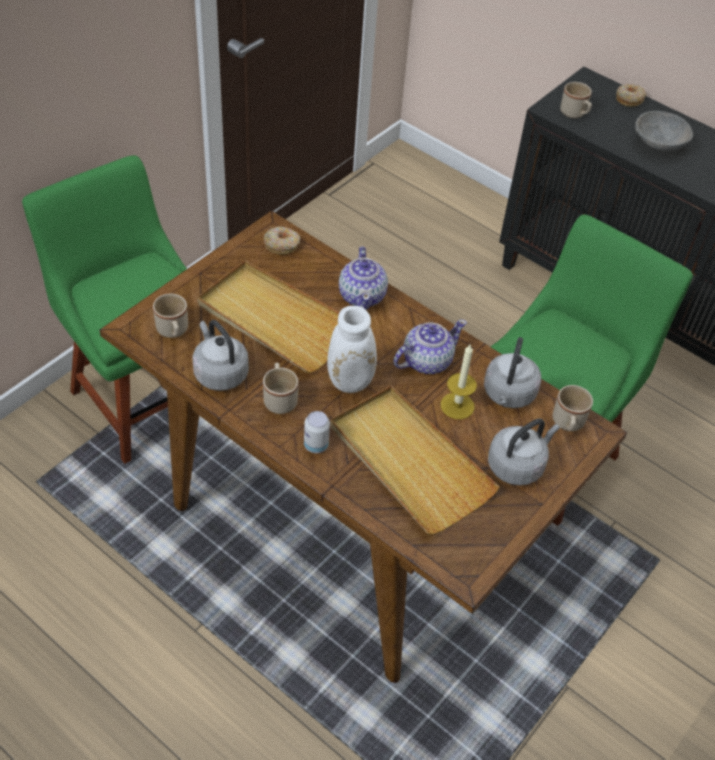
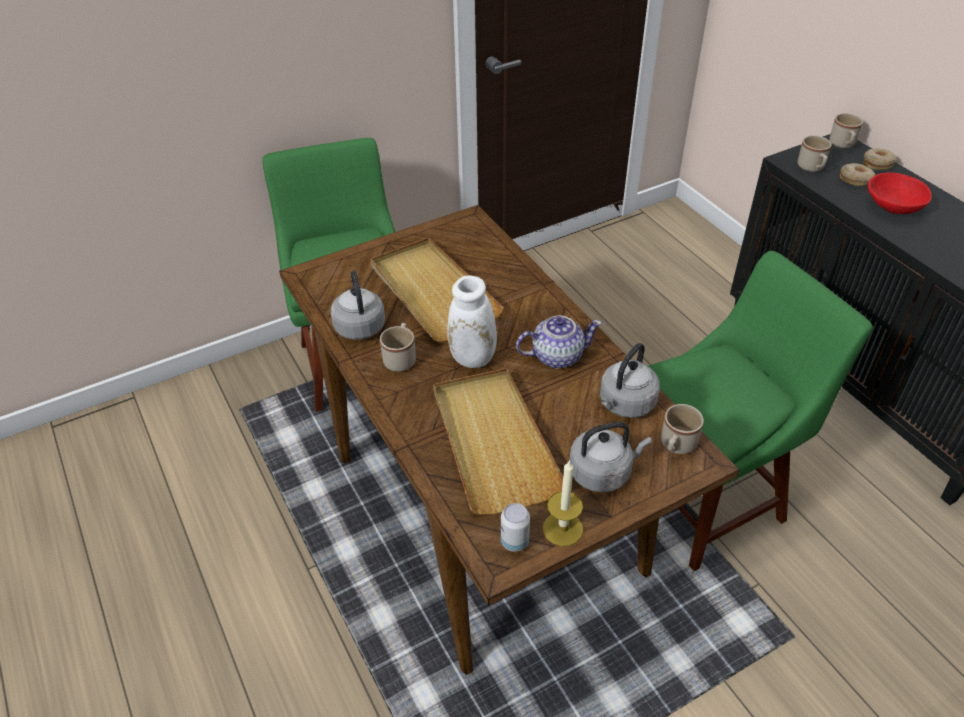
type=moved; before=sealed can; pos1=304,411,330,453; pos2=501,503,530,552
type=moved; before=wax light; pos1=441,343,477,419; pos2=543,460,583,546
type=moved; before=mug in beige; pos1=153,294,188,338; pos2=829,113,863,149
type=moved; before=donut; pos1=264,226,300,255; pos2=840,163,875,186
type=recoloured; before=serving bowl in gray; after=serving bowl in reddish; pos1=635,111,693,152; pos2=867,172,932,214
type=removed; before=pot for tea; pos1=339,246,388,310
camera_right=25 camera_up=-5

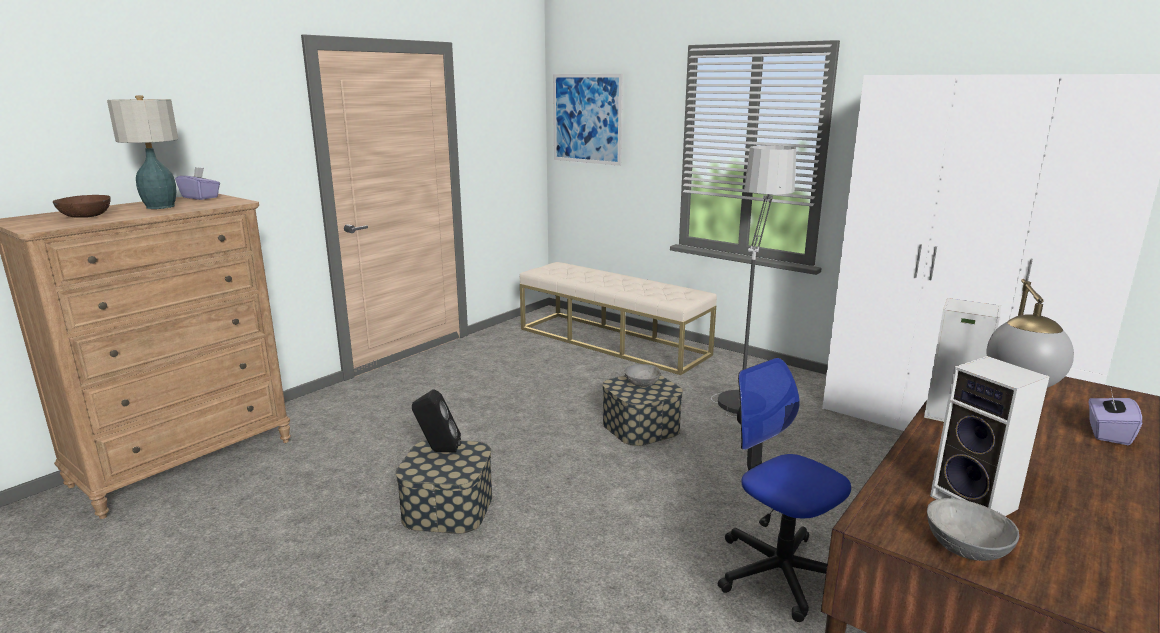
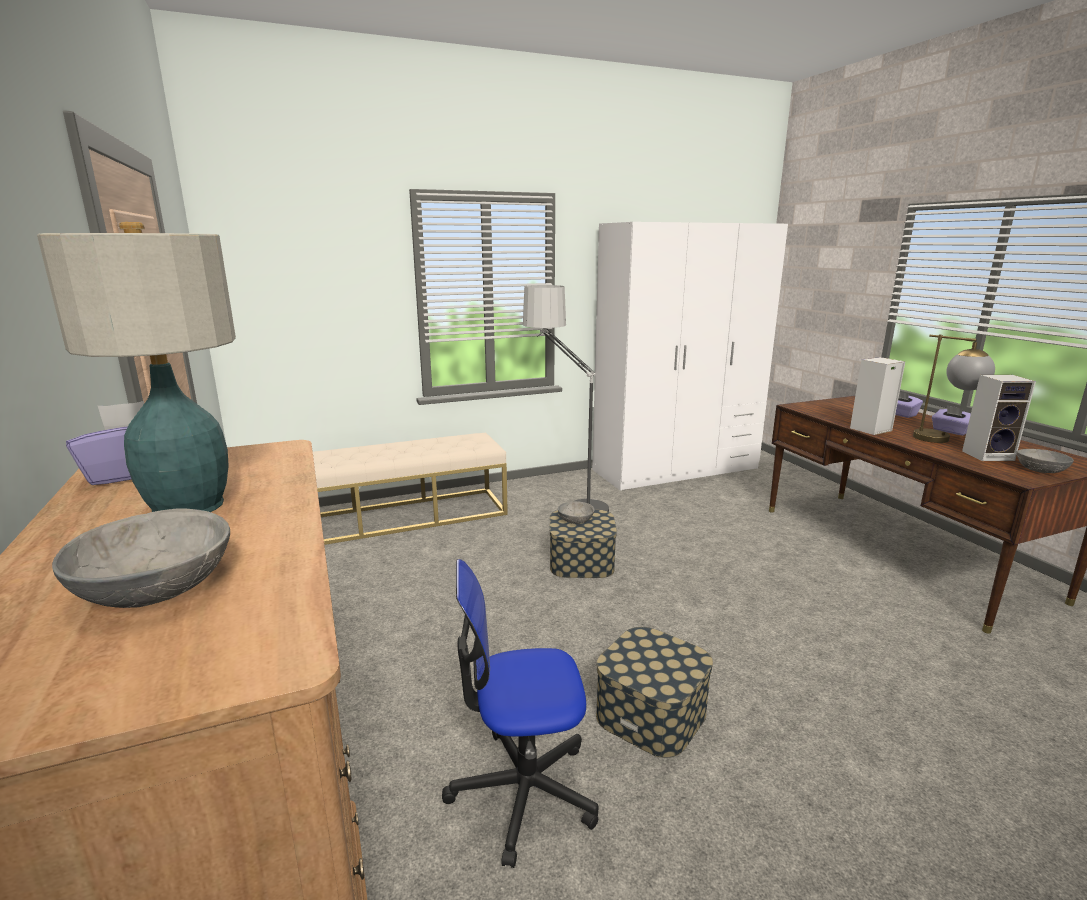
type=recoloured; before=serving bowl in brown; after=serving bowl in gray; pos1=53,195,111,218; pos2=52,509,230,608
type=moved; before=desk chair; pos1=717,358,851,622; pos2=442,559,599,868
type=added; after=tissue holder in purple-coloured; pos2=932,405,971,435
type=removed; before=loudspeaker in black-coloured; pos1=412,389,461,453
type=removed; before=wall art; pos1=553,74,623,166
camera_right=-60 camera_up=0

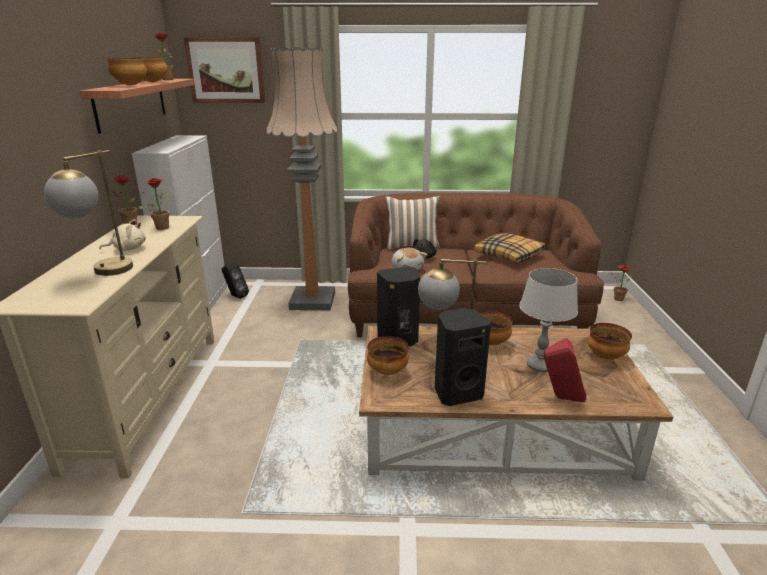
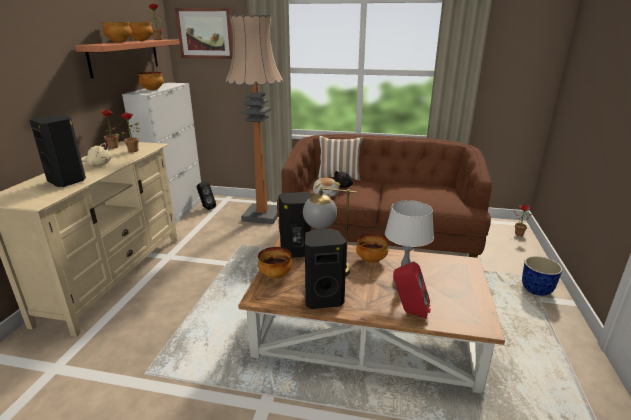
type=replaced; before=lamp for a table; after=loudspeaker in black-coloured; pos1=44,150,133,276; pos2=29,115,86,187
type=moved; before=serving bowl; pos1=587,323,632,360; pos2=138,72,164,91
type=added; after=flower pot; pos2=522,256,563,296
type=removed; before=pillow; pos1=474,233,545,263
camera_right=10 camera_up=0

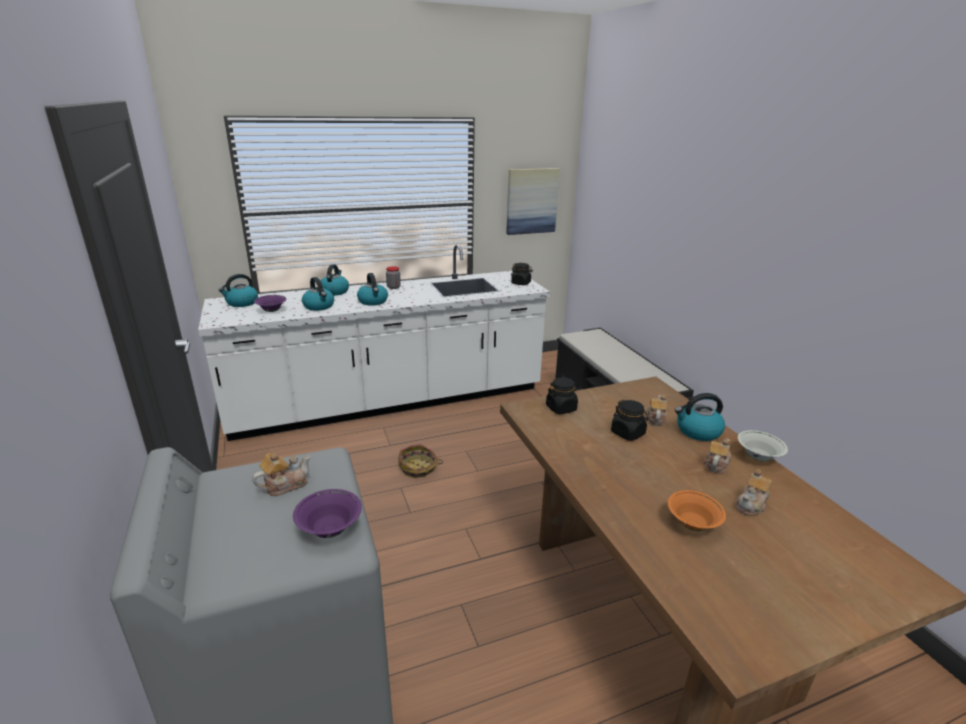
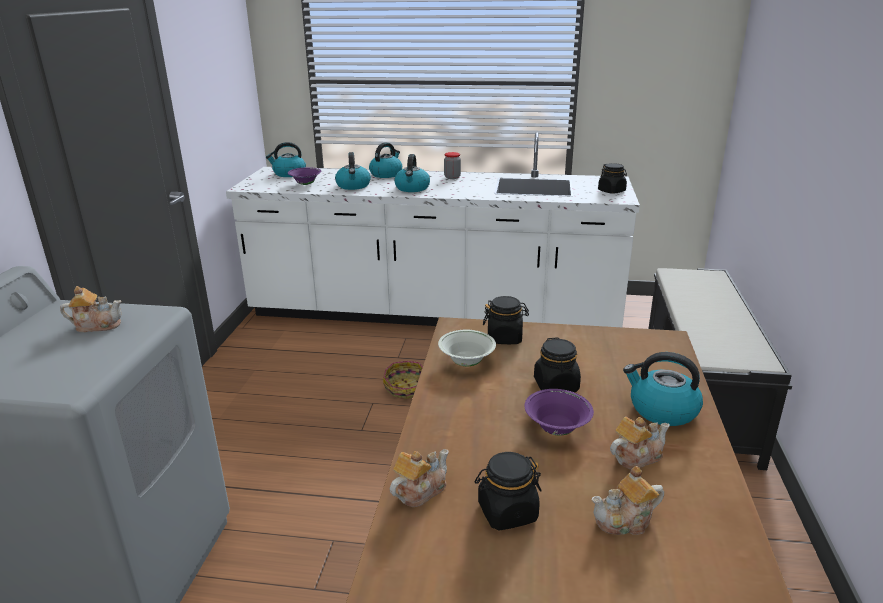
type=moved; before=pot for tea; pos1=645,395,667,426; pos2=390,449,449,507
type=moved; before=serving bowl in white; pos1=738,430,788,462; pos2=438,330,496,366
type=replaced; before=serving bowl in orangey; after=preserve jar in black-coloured; pos1=668,490,726,531; pos2=475,452,541,530
type=moved; before=serving bowl in purple-coloured; pos1=293,489,362,538; pos2=524,389,594,435
type=removed; before=wall art; pos1=506,168,560,235
camera_right=30 camera_up=0

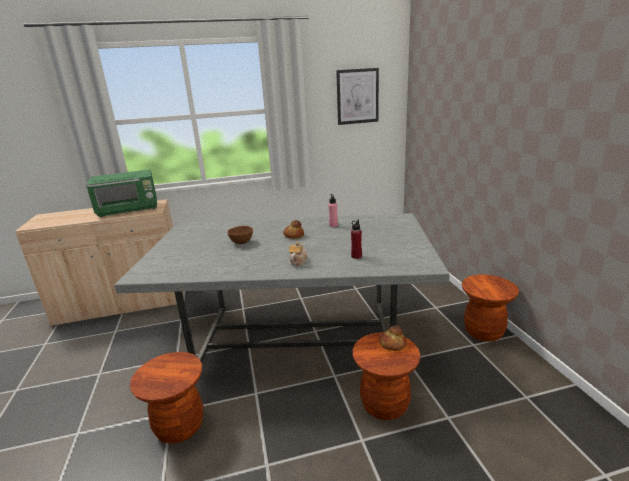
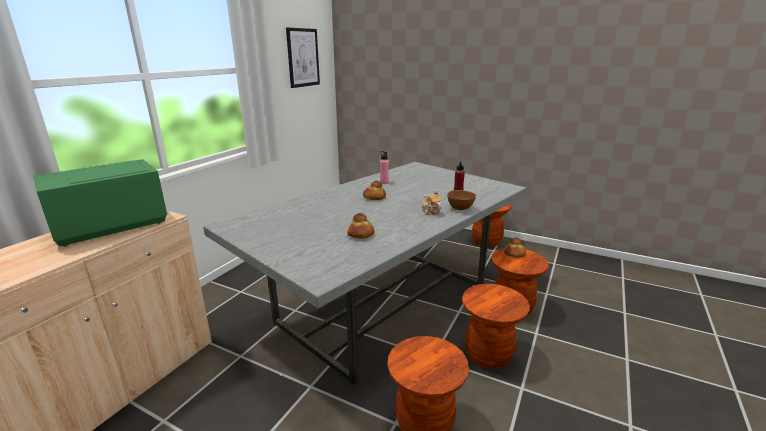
type=turned; before=kitchen microwave in green-coloured; pos1=86,169,157,217; pos2=33,159,167,247; turn=-150
type=added; after=bakery bread; pos2=347,213,374,239
type=moved; before=serving bowl in brown; pos1=227,226,253,244; pos2=447,190,476,210
type=added; after=stool seat in brown; pos2=462,284,530,369
camera_right=-50 camera_up=0

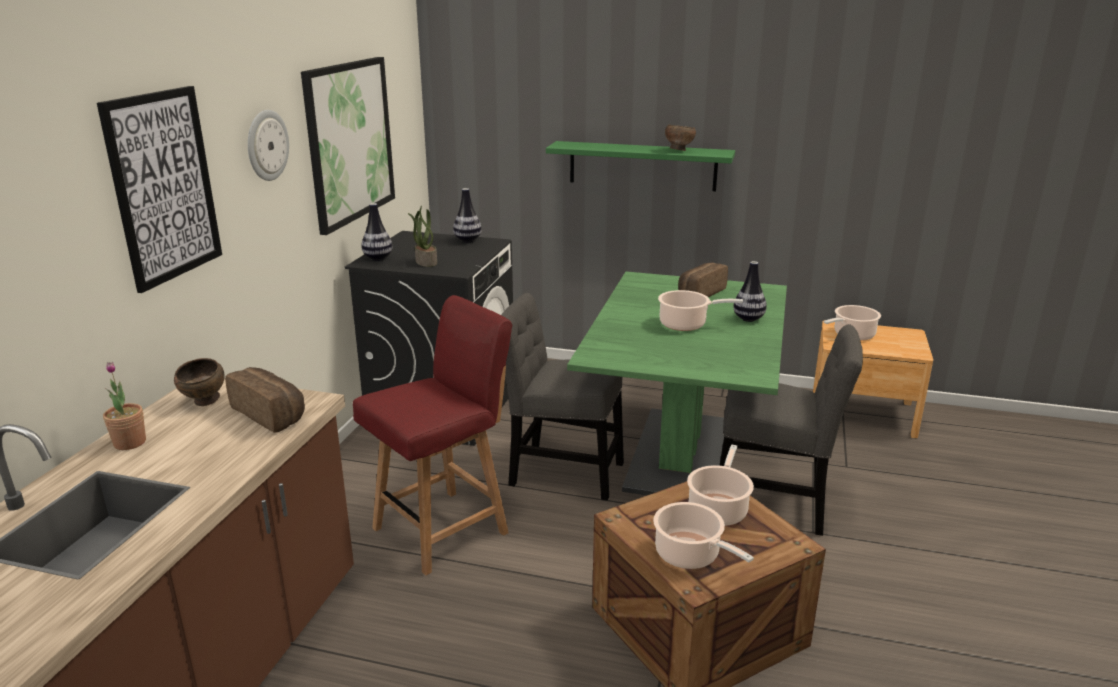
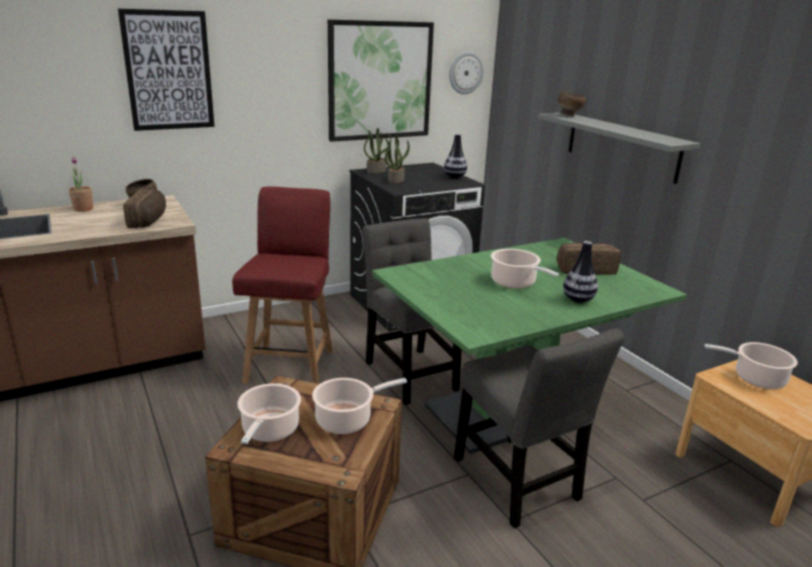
type=turned; before=upright chair in reddish; pos1=353,295,512,575; pos2=232,187,333,384; turn=-90
type=replaced; before=vase; after=plant in a pot; pos1=361,203,392,261; pos2=364,128,391,174
type=moved; before=wall clock; pos1=248,110,289,181; pos2=449,51,484,94
type=recoloured; before=wall shelf in green-coloured; after=wall shelf in gray; pos1=546,141,735,191; pos2=538,113,700,184
type=moved; before=serving bowl in brown; pos1=665,125,696,151; pos2=558,91,586,117
camera_right=45 camera_up=0

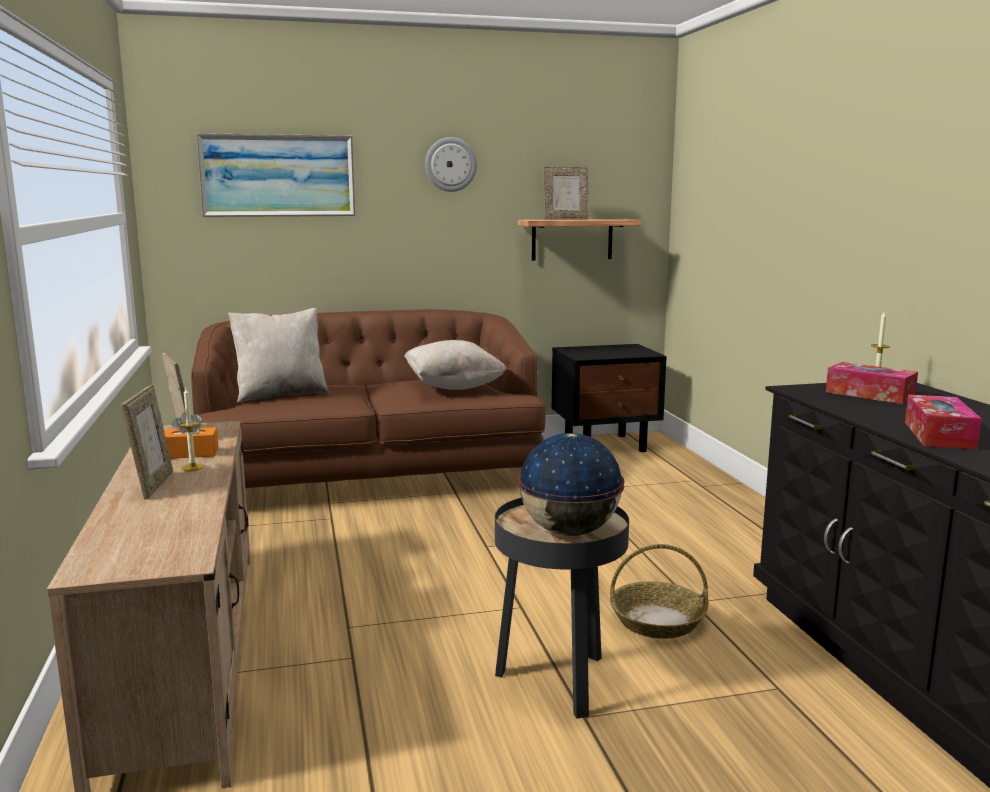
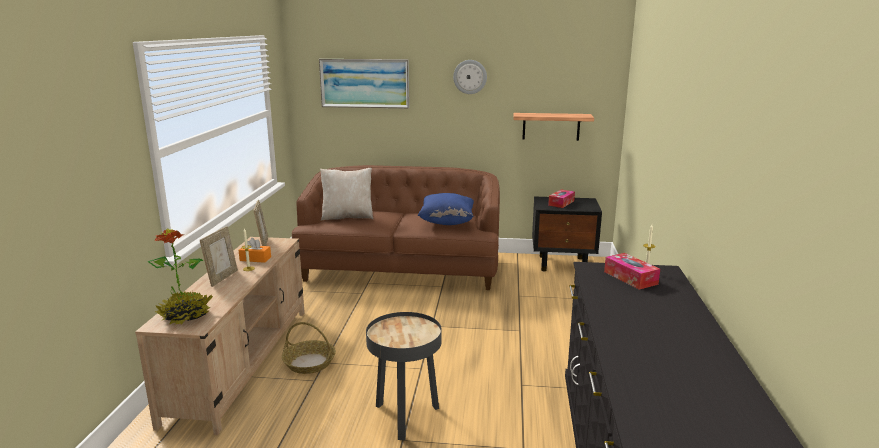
type=added; after=plant in a pot; pos2=148,229,213,325
type=moved; before=household basket; pos1=610,544,708,638; pos2=282,322,336,374
type=recoloured; before=pillow in beige; after=pillow in blue; pos1=404,340,507,390; pos2=418,193,474,225
type=moved; before=tissue holder; pos1=905,394,982,450; pos2=548,190,575,208
type=removed; before=globe; pos1=517,433,625,536
type=removed; before=picture frame; pos1=543,166,588,220
camera_right=20 camera_up=5

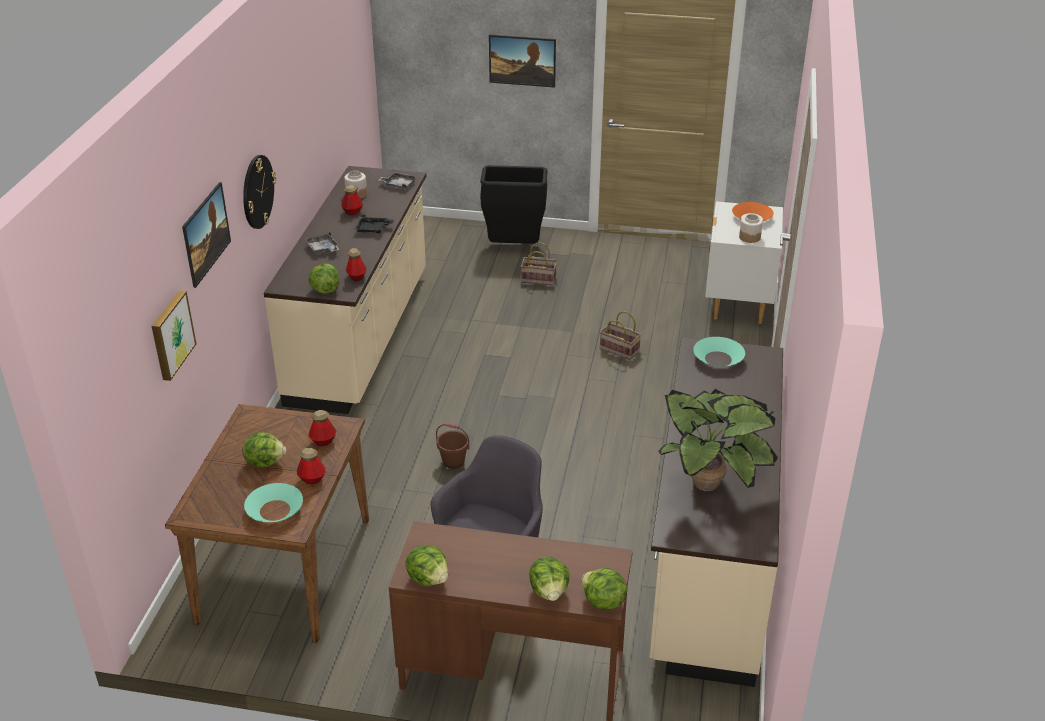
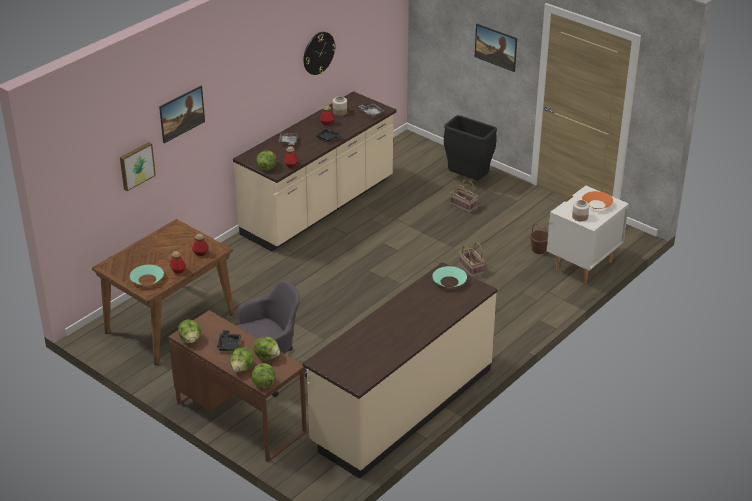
type=added; after=carrying tray in black-coloured; pos2=217,330,241,352
type=moved; before=lettuce; pos1=243,432,286,467; pos2=253,337,280,360
type=moved; before=wall clock; pos1=243,155,276,229; pos2=304,32,336,75
type=moved; before=bucket in brown; pos1=436,424,469,469; pos2=530,224,548,254
type=removed; before=plant in a pot; pos1=658,389,778,491
camera_right=30 camera_up=0

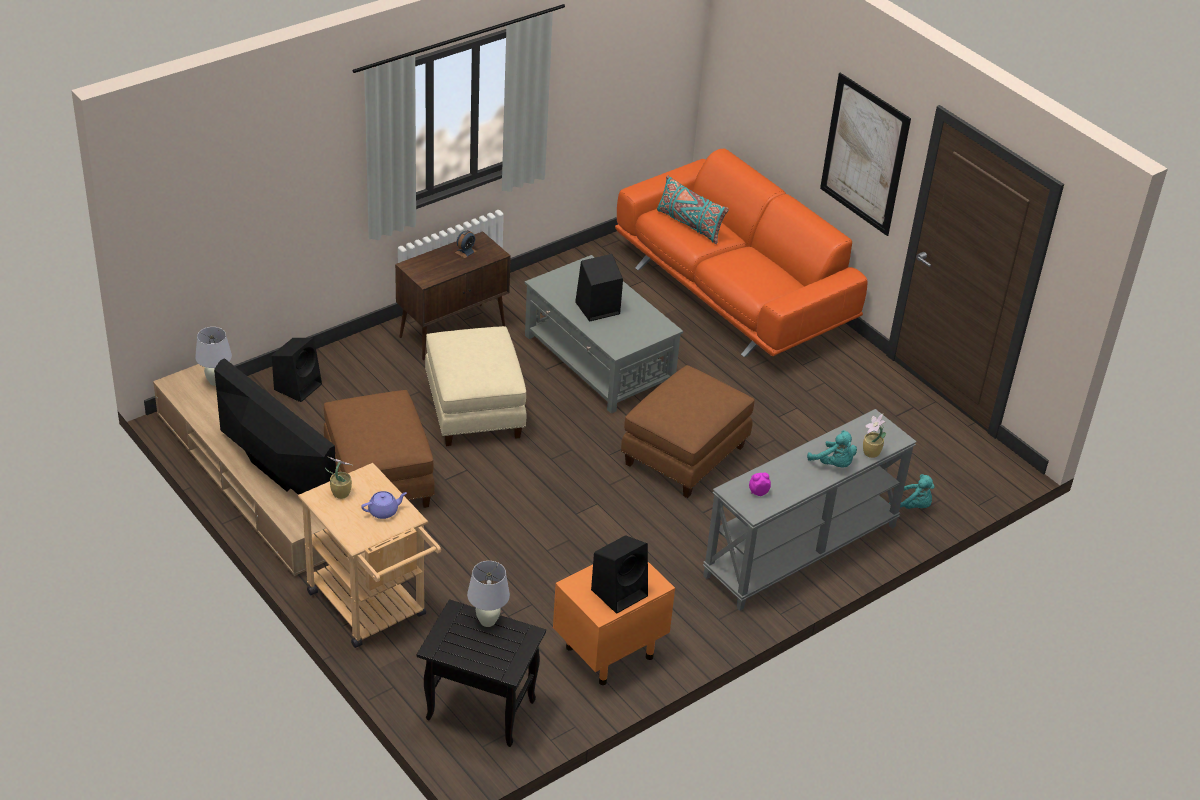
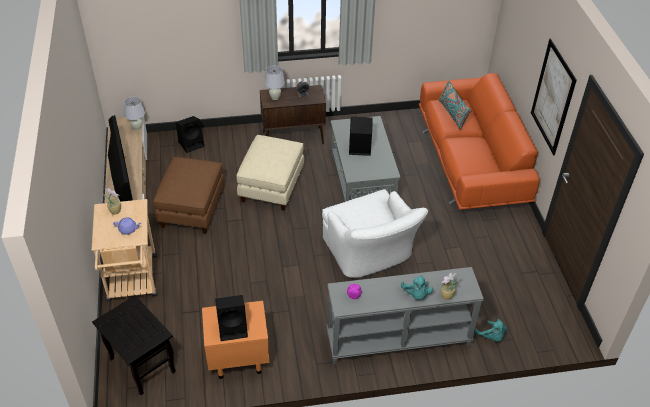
type=moved; before=lamp for a table in white; pos1=467,561,510,627; pos2=264,65,285,100
type=replaced; before=ottoman in brown; after=easy chair in white; pos1=621,365,755,498; pos2=322,189,428,278
camera_right=30 camera_up=5

